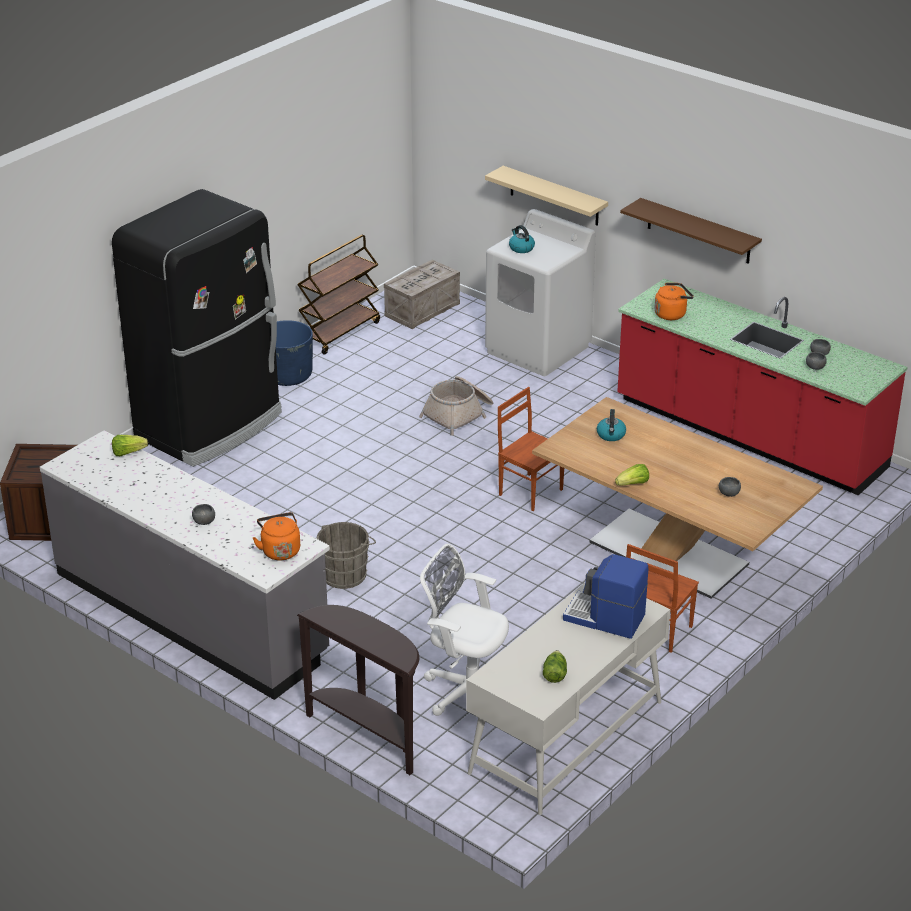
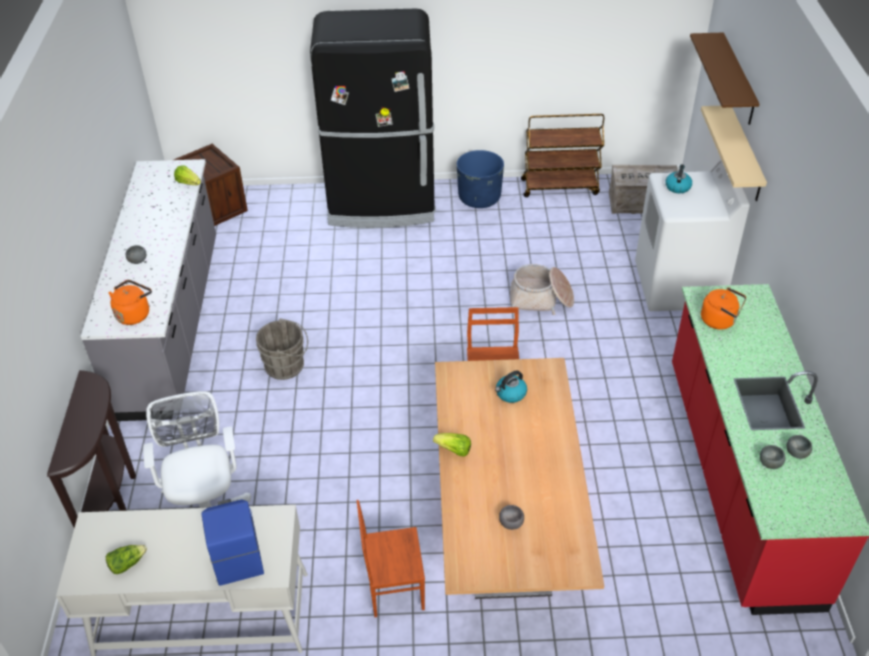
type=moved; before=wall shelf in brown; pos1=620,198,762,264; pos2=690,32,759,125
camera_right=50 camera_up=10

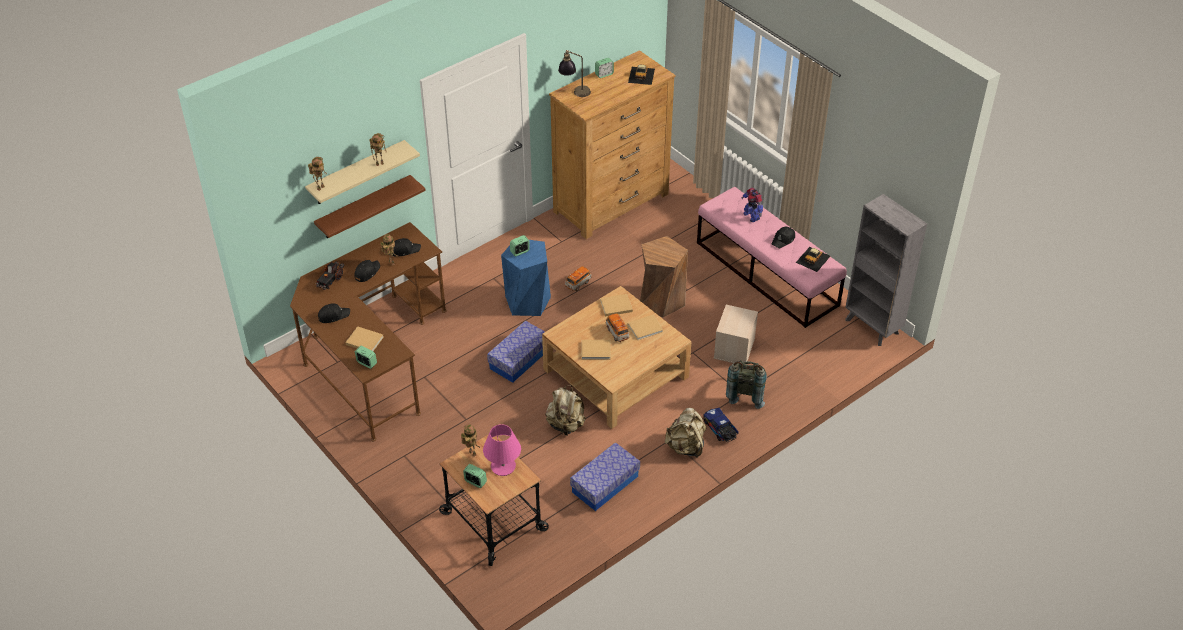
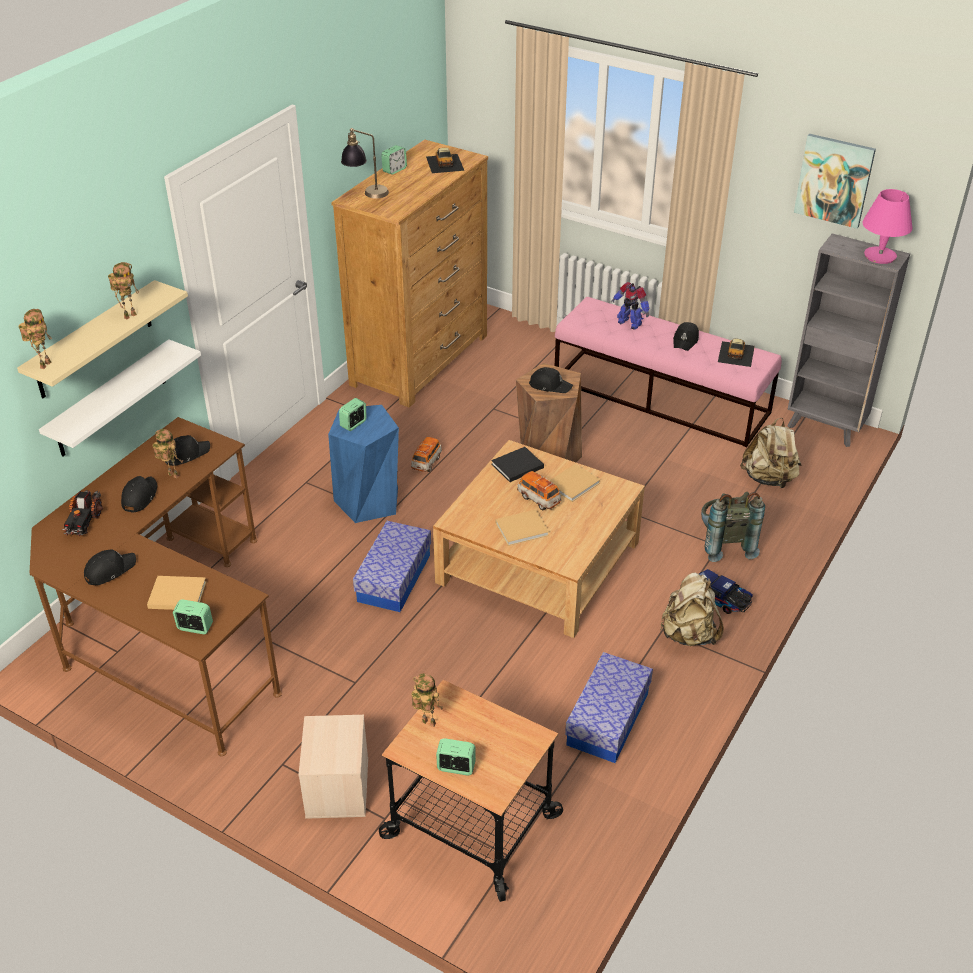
type=recoloured; before=wall shelf in brown; after=wall shelf in white; pos1=314,175,426,238; pos2=39,339,201,457
type=moved; before=storage container in beige; pos1=714,305,758,363; pos2=298,715,368,819
type=recoloured; before=volume in beige; after=volume in black-coloured; pos1=600,294,633,316; pos2=491,447,544,482
type=added; after=cap in black-coloured; pos2=529,367,573,393
type=moved; before=backpack in beige; pos1=546,385,585,435; pos2=740,418,802,488
type=added; after=wall art; pos2=794,134,876,229
type=moved; before=lamp for a table in pink-coloured; pos1=483,424,521,476; pos2=863,189,912,264
camera_right=-20 camera_up=-5

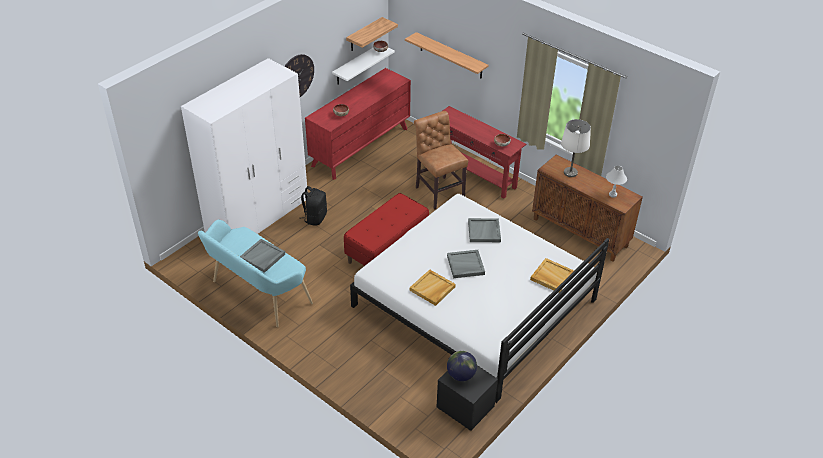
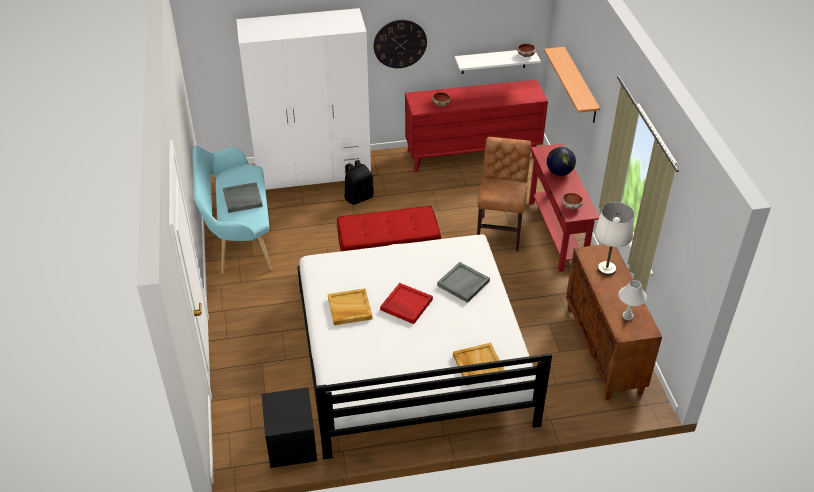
type=recoloured; before=carrying tray in gray; after=carrying tray in reddish; pos1=447,250,485,278; pos2=380,283,433,324
type=moved; before=globe; pos1=447,351,477,381; pos2=547,147,576,176
type=removed; before=wall shelf; pos1=346,17,398,51
camera_right=40 camera_up=0

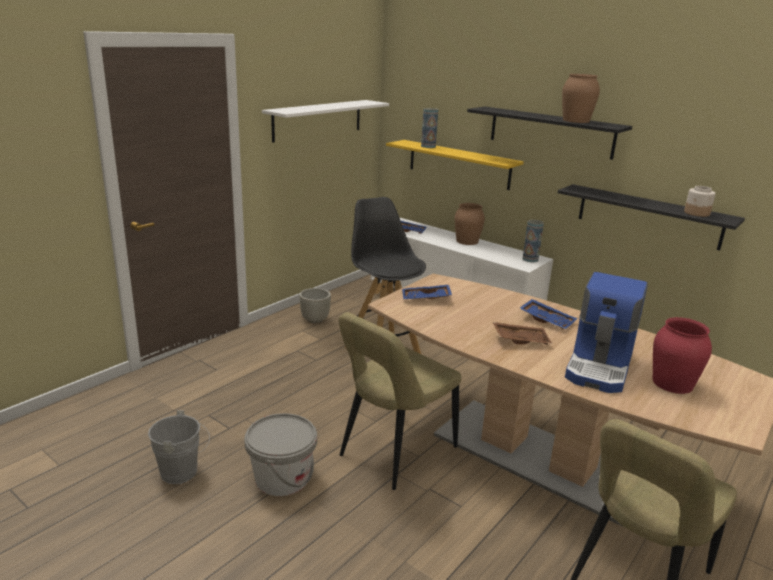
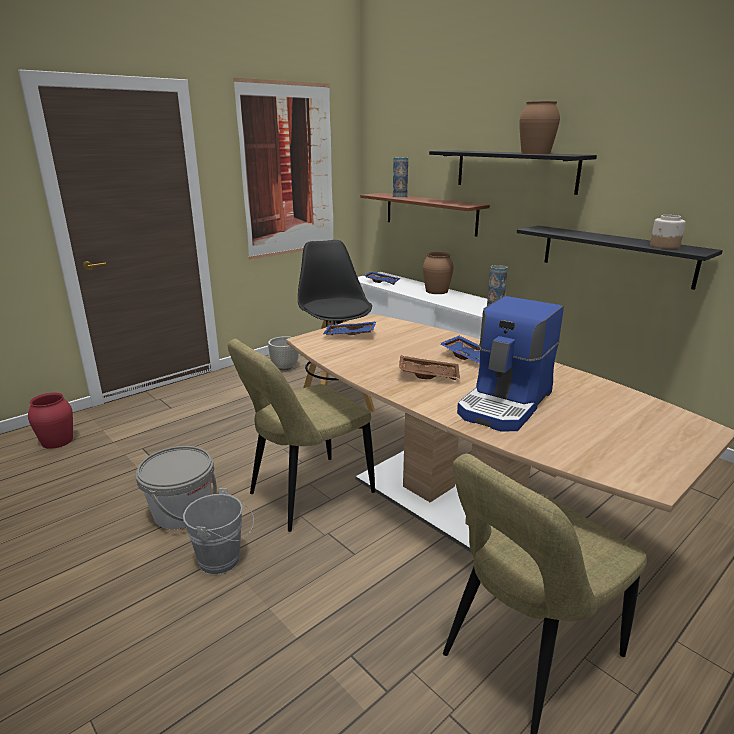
type=moved; before=vase in reddish; pos1=653,317,712,394; pos2=28,392,73,449
type=moved; before=bucket in gray; pos1=148,410,210,484; pos2=183,488,254,575
type=replaced; before=wall shelf in white; after=wall art; pos1=262,100,389,143; pos2=234,78,333,260
type=recoloured; before=wall shelf in yellowish; after=wall shelf in brown; pos1=386,140,524,190; pos2=360,193,490,237
camera_right=10 camera_up=0

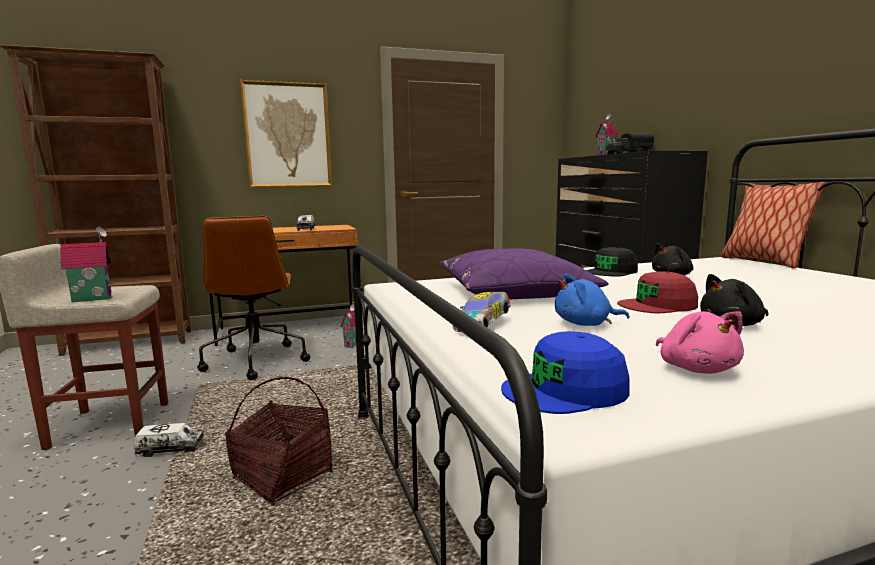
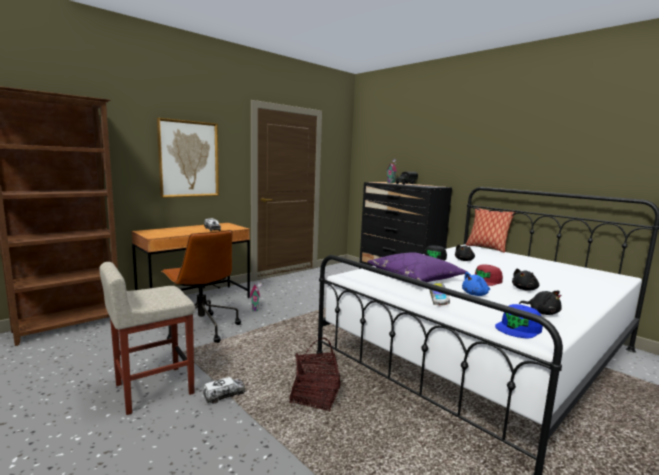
type=recoloured; before=soft toy in pink-coloured; after=soft toy in black-coloured; pos1=656,311,744,374; pos2=519,291,562,315
type=removed; before=model house; pos1=61,227,112,302
camera_right=-25 camera_up=0

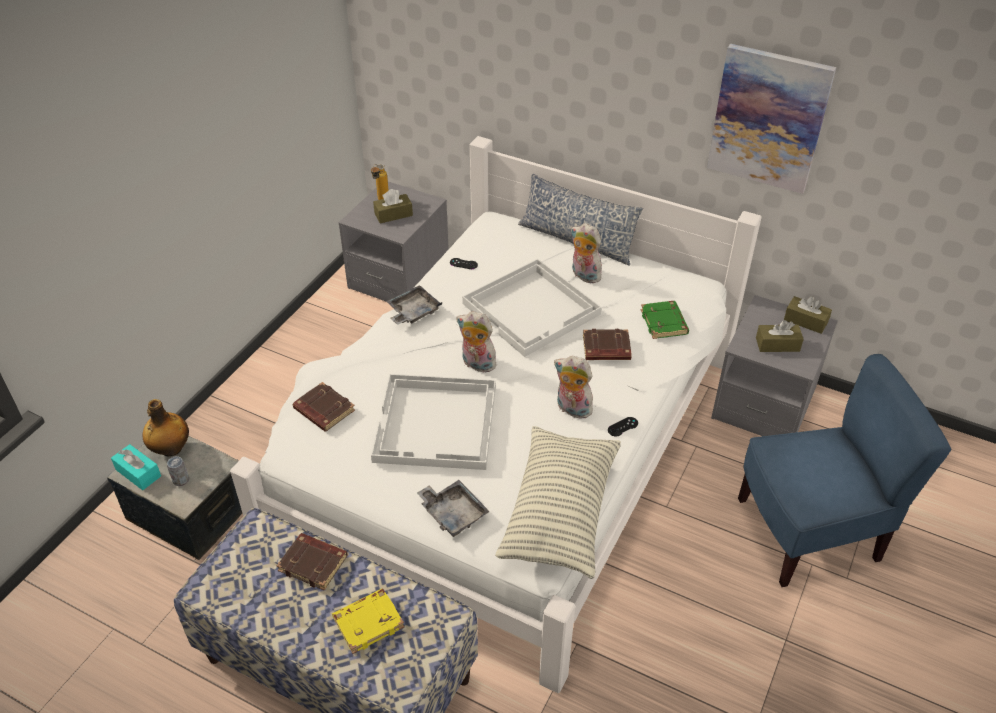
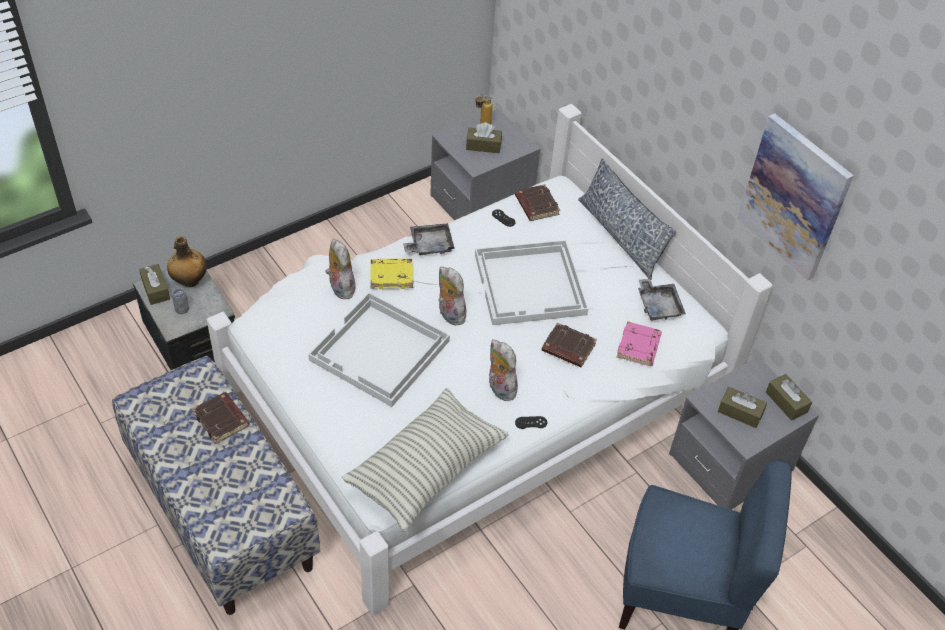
type=recoloured; before=tissue holder in turquoise; after=tissue holder in brown; pos1=111,444,161,490; pos2=139,264,170,305
type=moved; before=soft toy; pos1=570,223,602,283; pos2=325,239,358,299
type=moved; before=volume in yellowish; pos1=332,588,404,654; pos2=370,259,413,289
type=moved; before=volume in brown; pos1=293,382,355,431; pos2=515,184,560,221
type=recoloured; before=volume in green-coloured; after=volume in pink-coloured; pos1=640,301,689,339; pos2=617,321,662,366
type=moved; before=carrying tray in gray; pos1=417,480,490,537; pos2=638,279,686,320
camera_right=25 camera_up=5

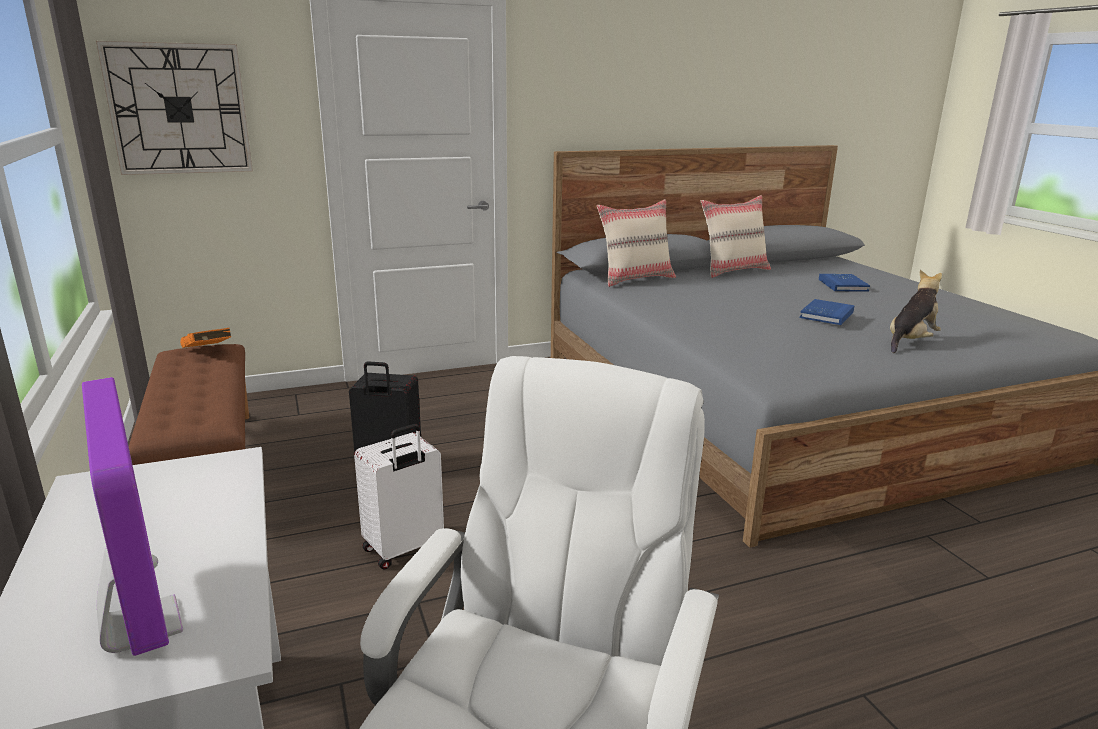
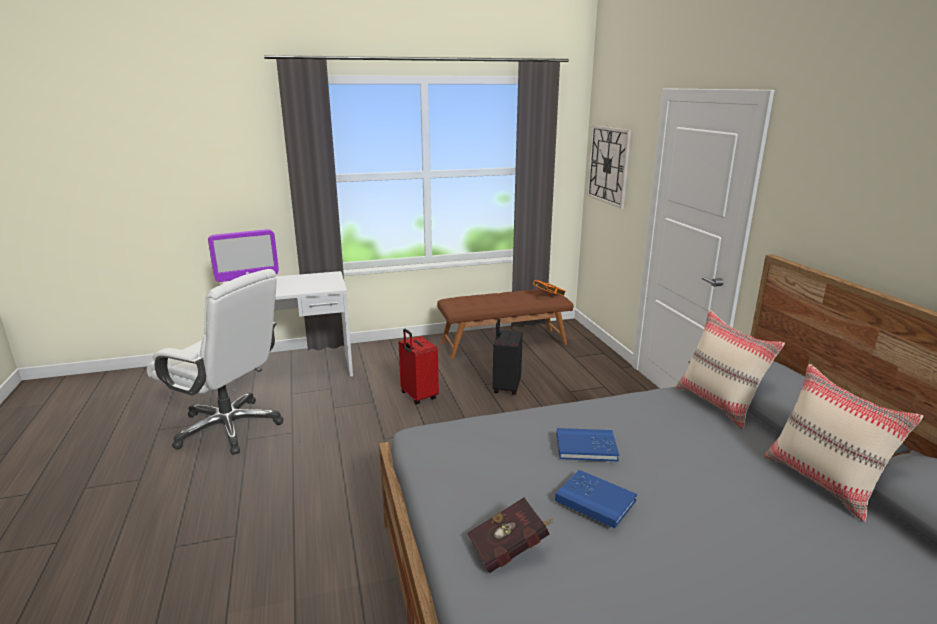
type=recoloured; before=piece of luggage in white; after=piece of luggage in reddish; pos1=354,424,444,569; pos2=399,329,439,405
type=replaced; before=soft toy; after=volume in reddish; pos1=890,270,942,353; pos2=467,497,554,573
type=moved; before=volume in blue; pos1=819,274,870,292; pos2=557,428,619,461
camera_right=95 camera_up=0

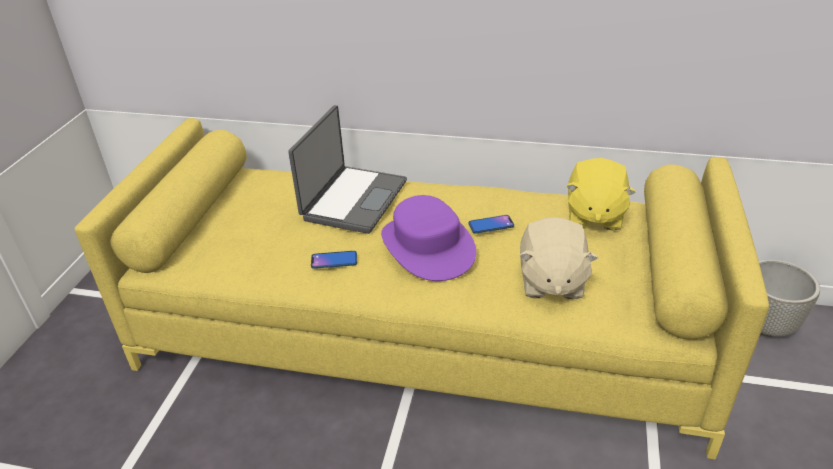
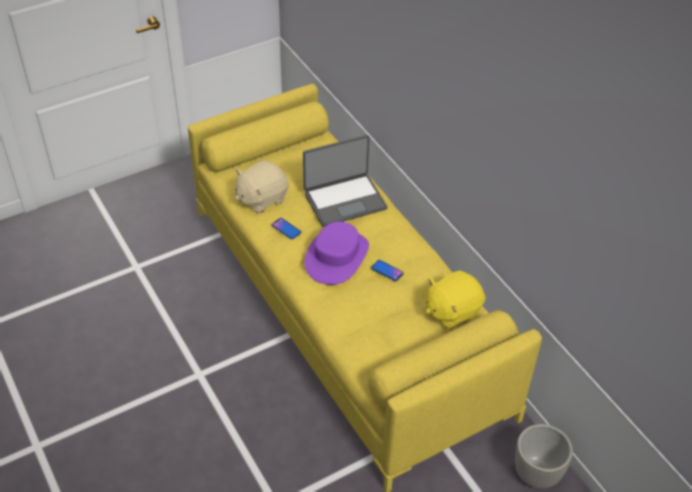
type=moved; before=soft toy in beige; pos1=519,217,598,299; pos2=235,160,289,214
camera_right=45 camera_up=10

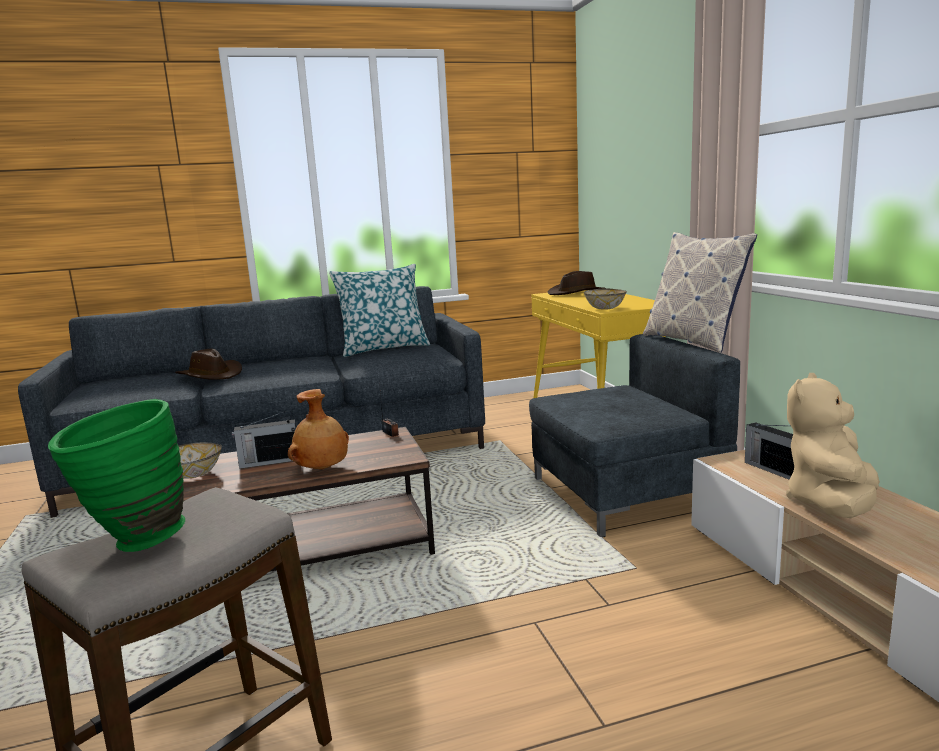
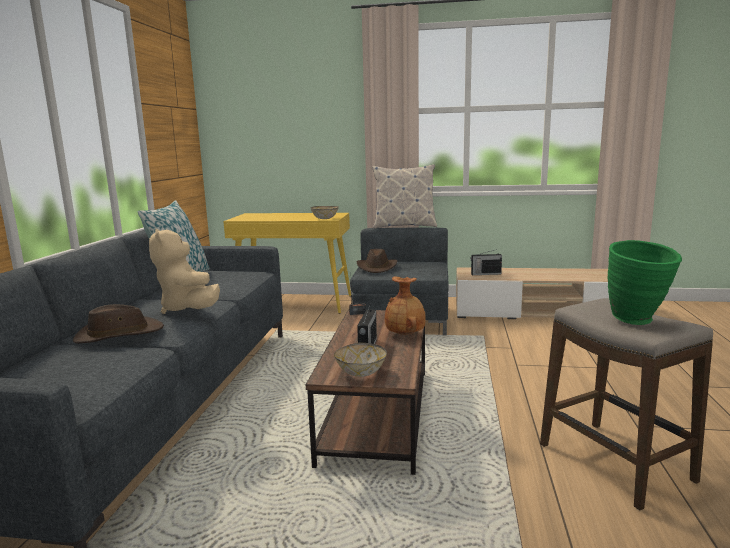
type=moved; before=soft toy in beige; pos1=786,373,880,518; pos2=149,229,220,314
type=moved; before=hat in brown; pos1=547,271,606,295; pos2=357,249,398,273
camera_right=-65 camera_up=0

